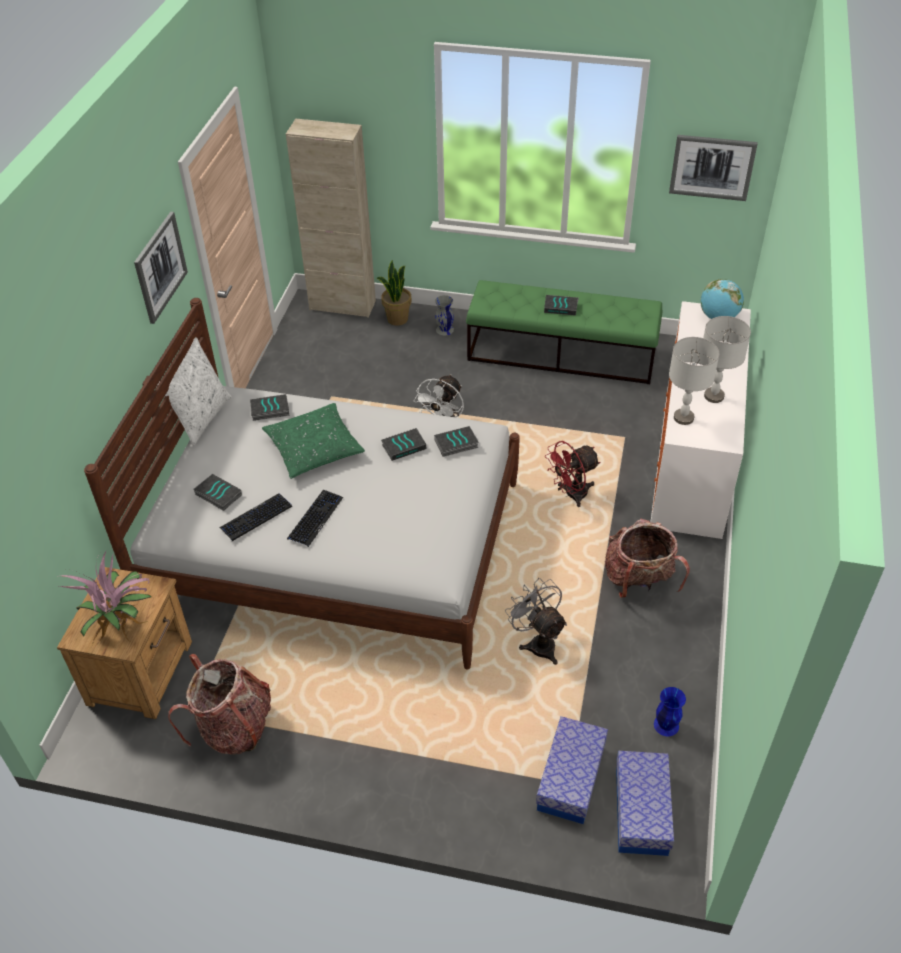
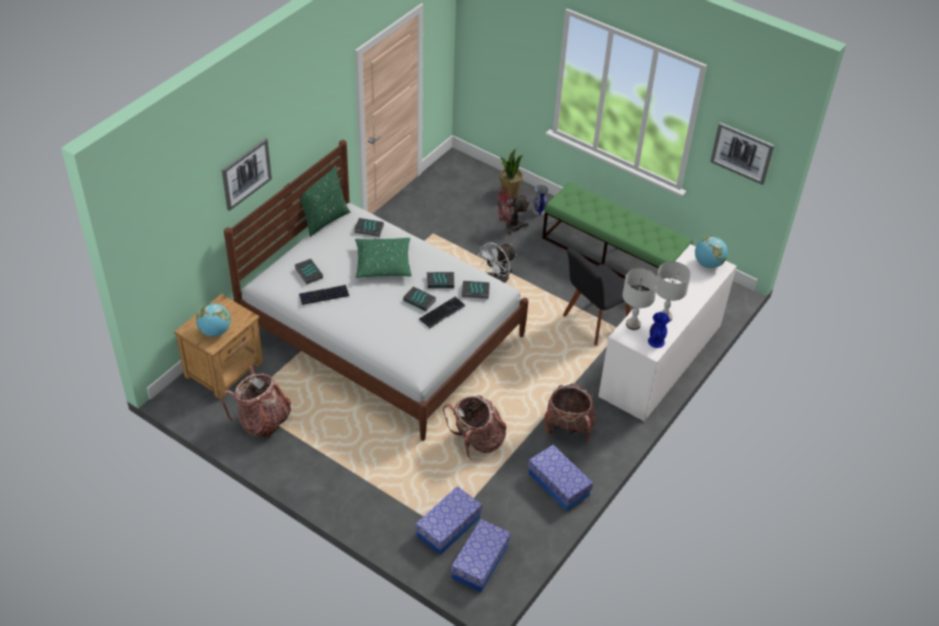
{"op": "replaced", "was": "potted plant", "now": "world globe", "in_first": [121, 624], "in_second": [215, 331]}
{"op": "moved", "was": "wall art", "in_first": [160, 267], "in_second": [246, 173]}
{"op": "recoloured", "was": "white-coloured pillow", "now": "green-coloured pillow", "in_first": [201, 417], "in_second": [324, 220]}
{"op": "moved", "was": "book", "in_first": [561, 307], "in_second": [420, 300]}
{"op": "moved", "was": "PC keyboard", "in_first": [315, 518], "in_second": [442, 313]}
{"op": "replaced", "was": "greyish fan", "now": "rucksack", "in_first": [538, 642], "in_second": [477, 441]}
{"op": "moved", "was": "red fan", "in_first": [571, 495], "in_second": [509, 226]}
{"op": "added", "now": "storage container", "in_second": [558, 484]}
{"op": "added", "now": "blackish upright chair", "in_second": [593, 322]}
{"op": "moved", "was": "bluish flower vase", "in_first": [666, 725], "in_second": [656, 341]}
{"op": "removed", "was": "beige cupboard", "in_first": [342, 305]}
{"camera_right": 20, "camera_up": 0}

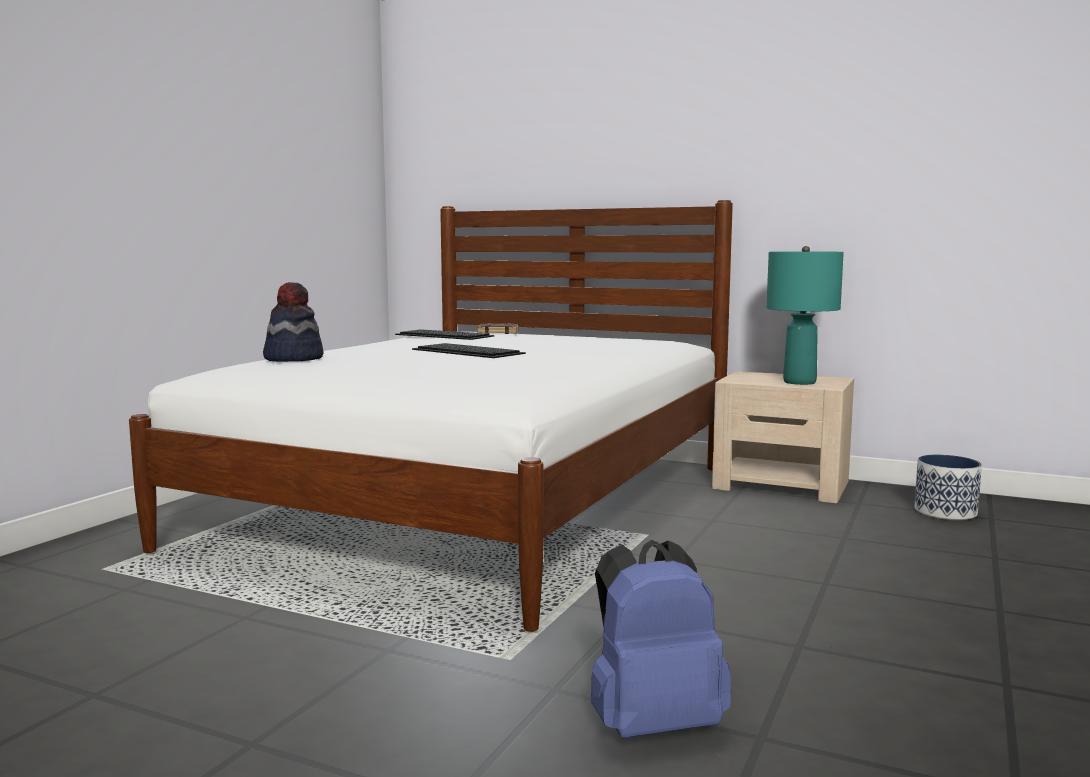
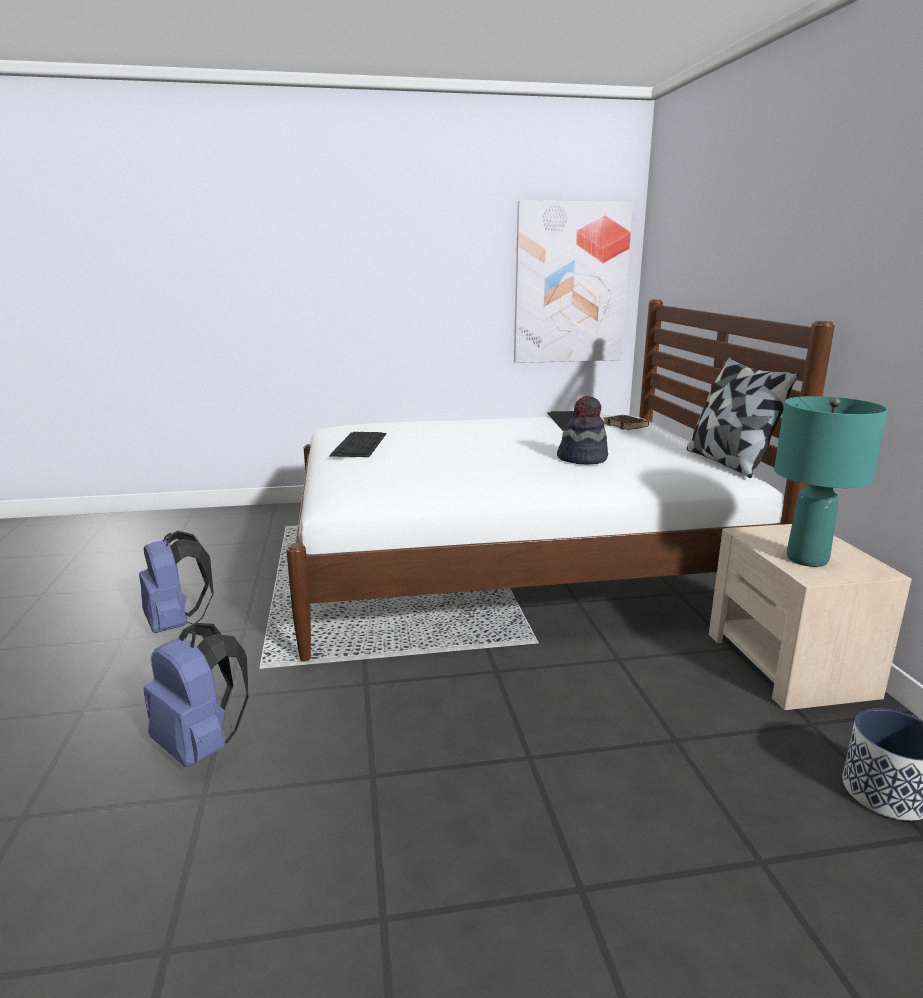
{"op": "added", "now": "bluish rucksack", "in_second": [177, 624]}
{"op": "moved", "was": "PC keyboard", "in_first": [469, 351], "in_second": [359, 444]}
{"op": "added", "now": "wall art", "in_second": [570, 284]}
{"op": "moved", "was": "wearable hat", "in_first": [293, 358], "in_second": [582, 458]}
{"op": "added", "now": "pillow", "in_second": [728, 462]}
{"camera_right": 55, "camera_up": 10}

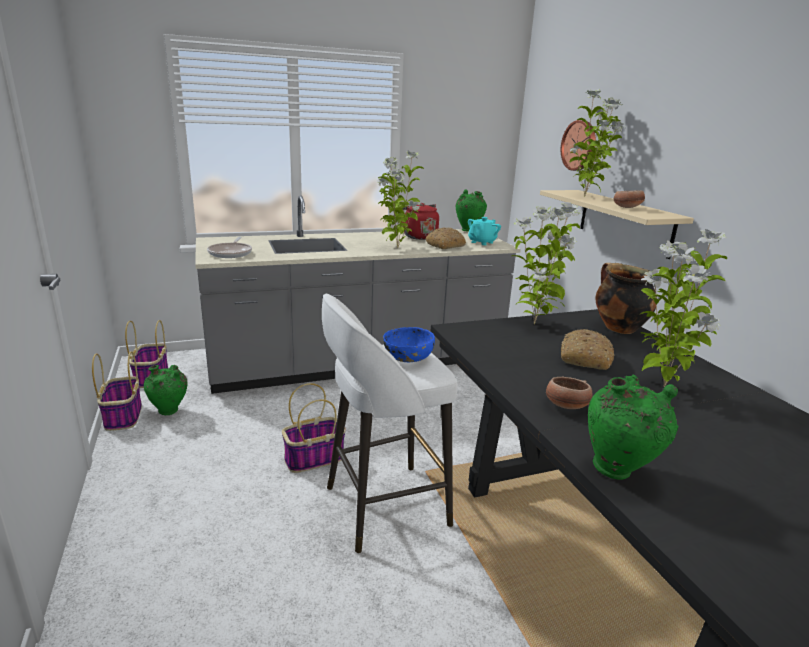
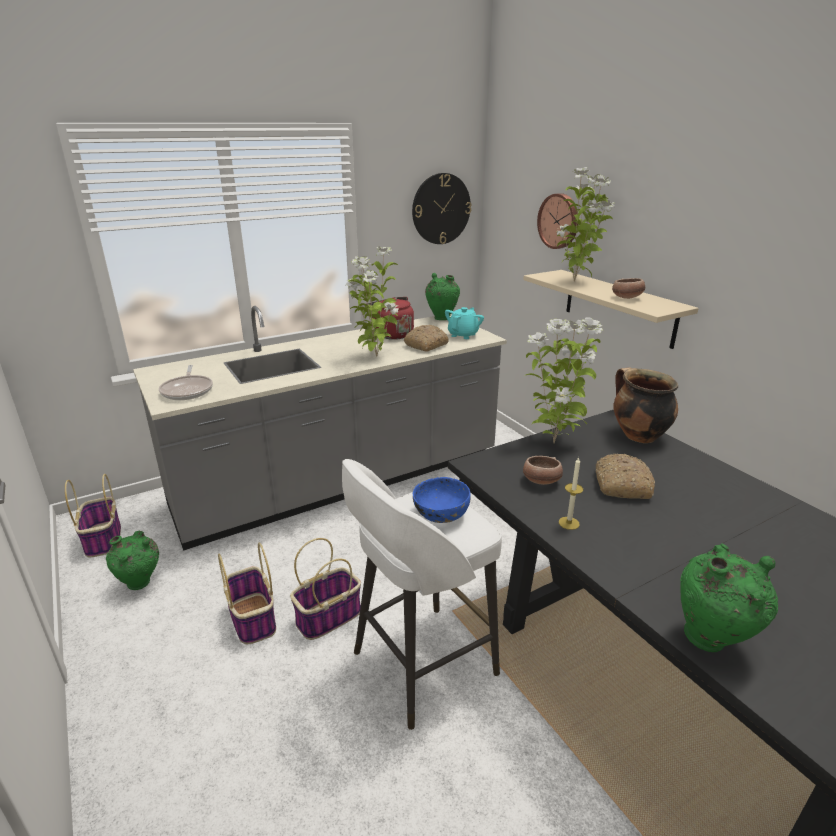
{"op": "moved", "was": "household basket", "in_first": [123, 416], "in_second": [252, 618]}
{"op": "added", "now": "clock on the wall", "in_second": [441, 209]}
{"op": "moved", "was": "serving bowl", "in_first": [566, 406], "in_second": [541, 481]}
{"op": "added", "now": "wax light", "in_second": [569, 523]}
{"op": "removed", "was": "potted plant", "in_first": [661, 385]}
{"camera_right": -10, "camera_up": 5}

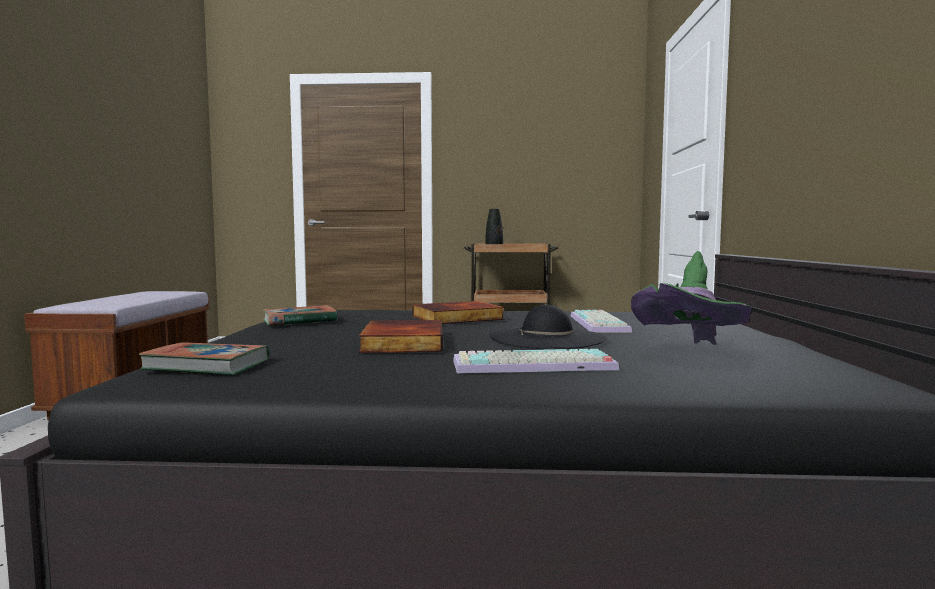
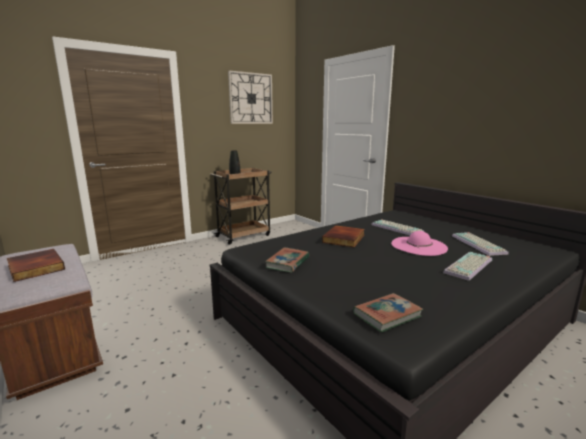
{"op": "moved", "was": "book", "in_first": [401, 342], "in_second": [34, 268]}
{"op": "added", "now": "clock on the wall", "in_second": [251, 98]}
{"op": "recoloured", "was": "blackish wearable hat", "now": "pink wearable hat", "in_first": [547, 338], "in_second": [418, 246]}
{"op": "replaced", "was": "green-coloured wearable hat", "now": "PC keyboard", "in_first": [690, 356], "in_second": [479, 244]}
{"camera_right": -40, "camera_up": 10}

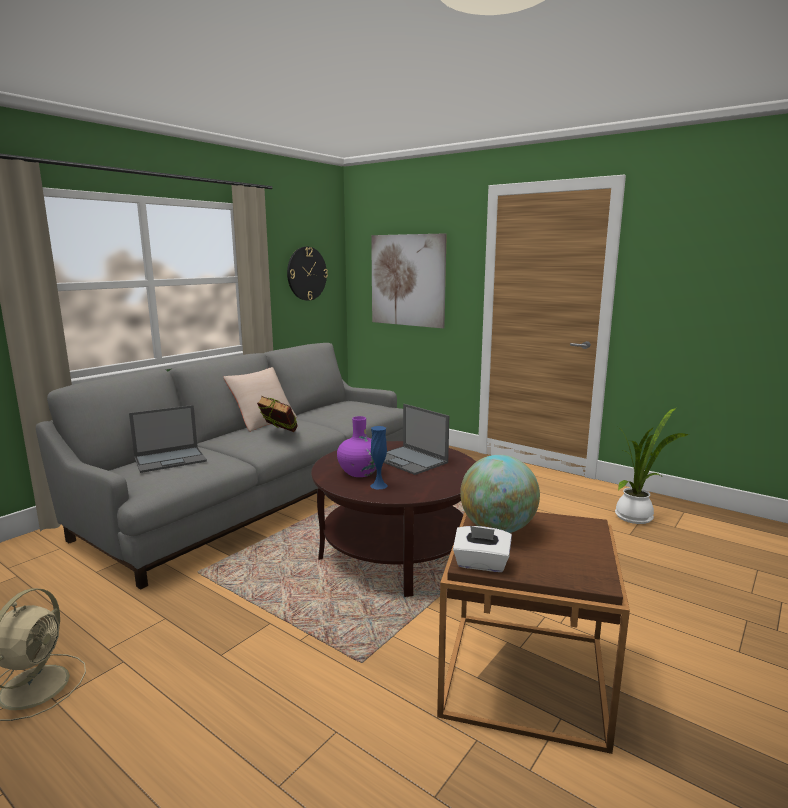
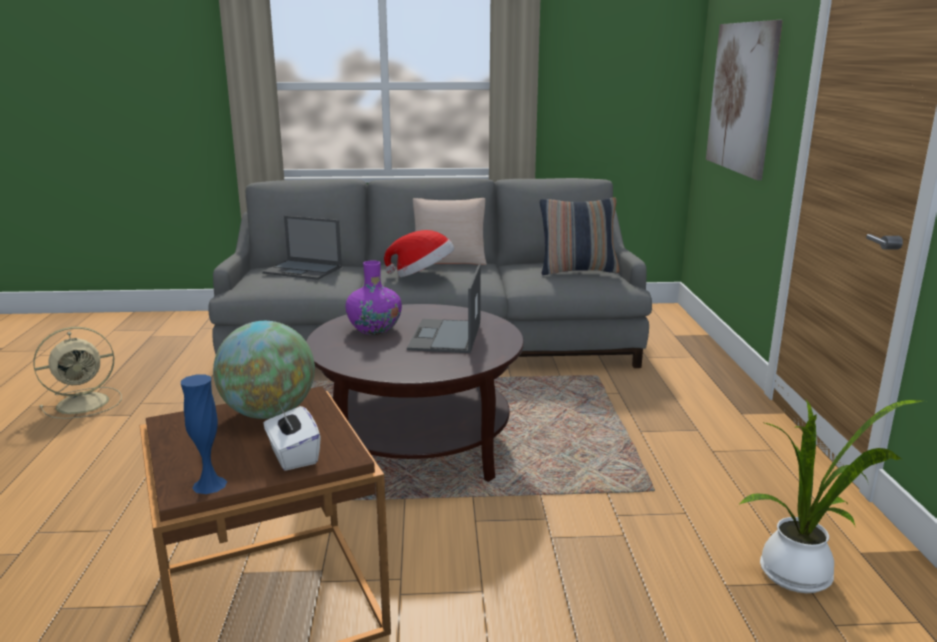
{"op": "moved", "was": "bluish flower vase", "in_first": [379, 486], "in_second": [209, 485]}
{"op": "moved", "was": "white-coloured box of tissues", "in_first": [481, 564], "in_second": [293, 455]}
{"op": "replaced", "was": "book", "now": "wearable hat", "in_first": [279, 435], "in_second": [422, 275]}
{"op": "added", "now": "pillow", "in_second": [578, 271]}
{"op": "removed", "was": "clock on the wall", "in_first": [306, 273]}
{"camera_right": 50, "camera_up": 5}

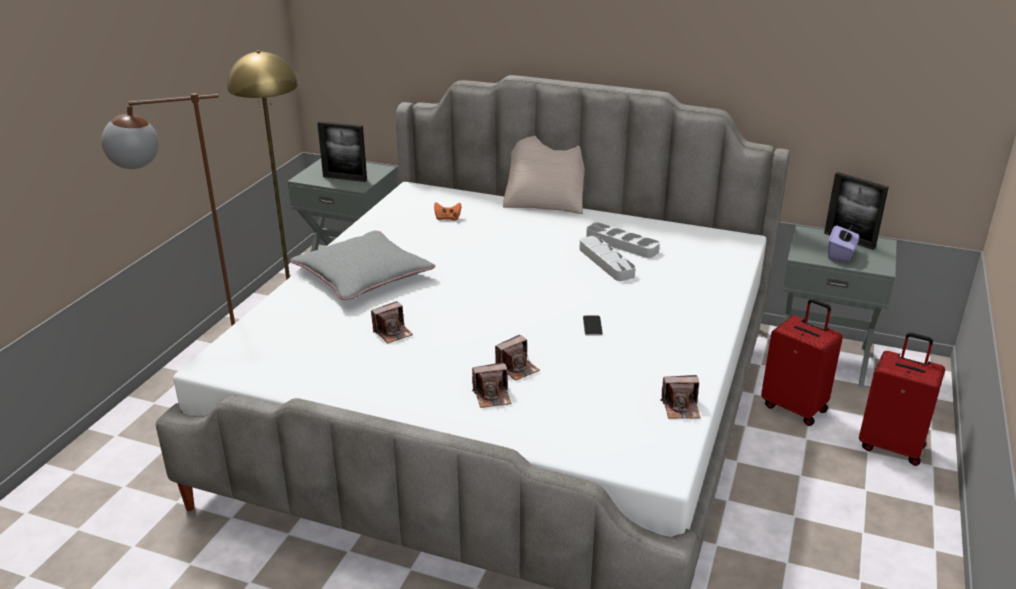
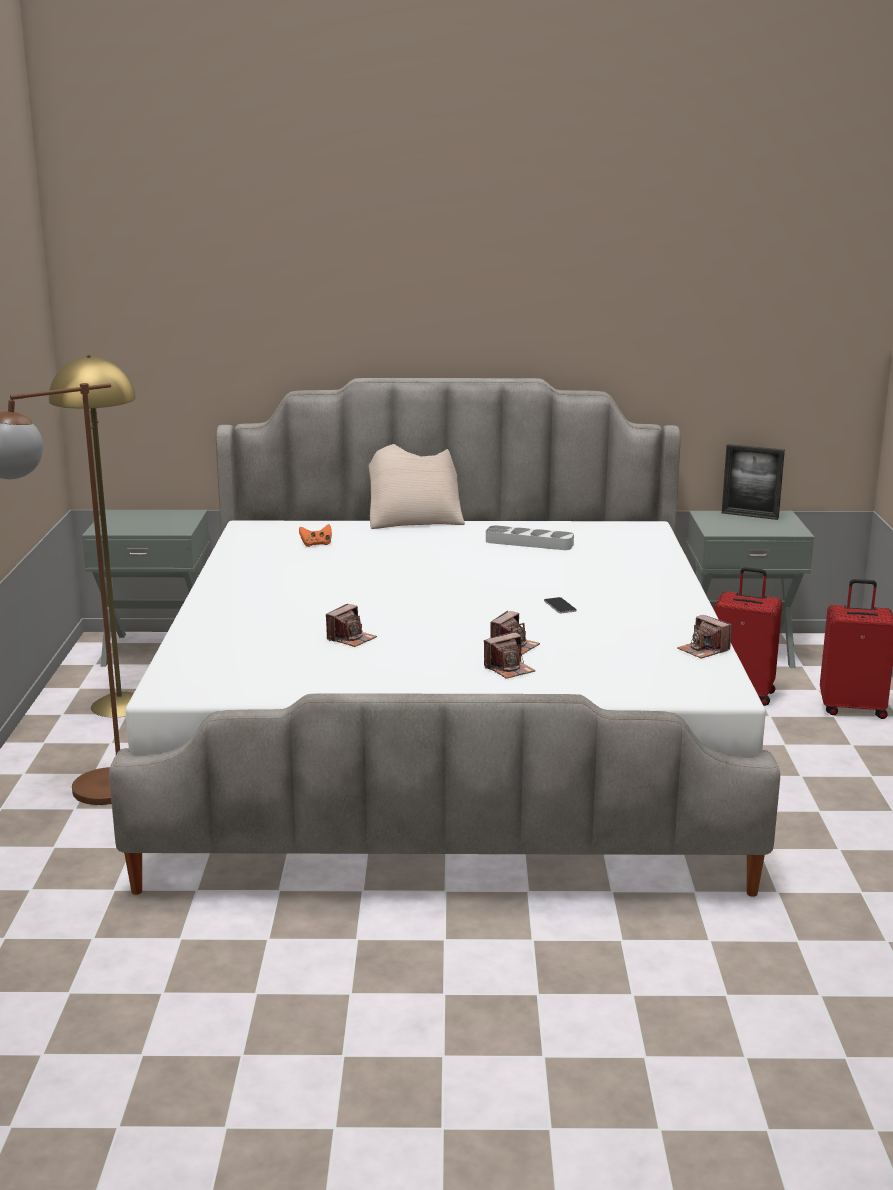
{"op": "turned", "was": "still camera", "in_first": [681, 408], "in_second": [703, 650], "clockwise": 75}
{"op": "removed", "was": "greyish pillow", "in_first": [363, 275]}
{"op": "removed", "was": "standing frame", "in_first": [345, 178]}
{"op": "removed", "was": "greyish carrying tray", "in_first": [606, 262]}
{"op": "removed", "was": "purplish box of tissues", "in_first": [841, 254]}
{"camera_right": -20, "camera_up": -10}

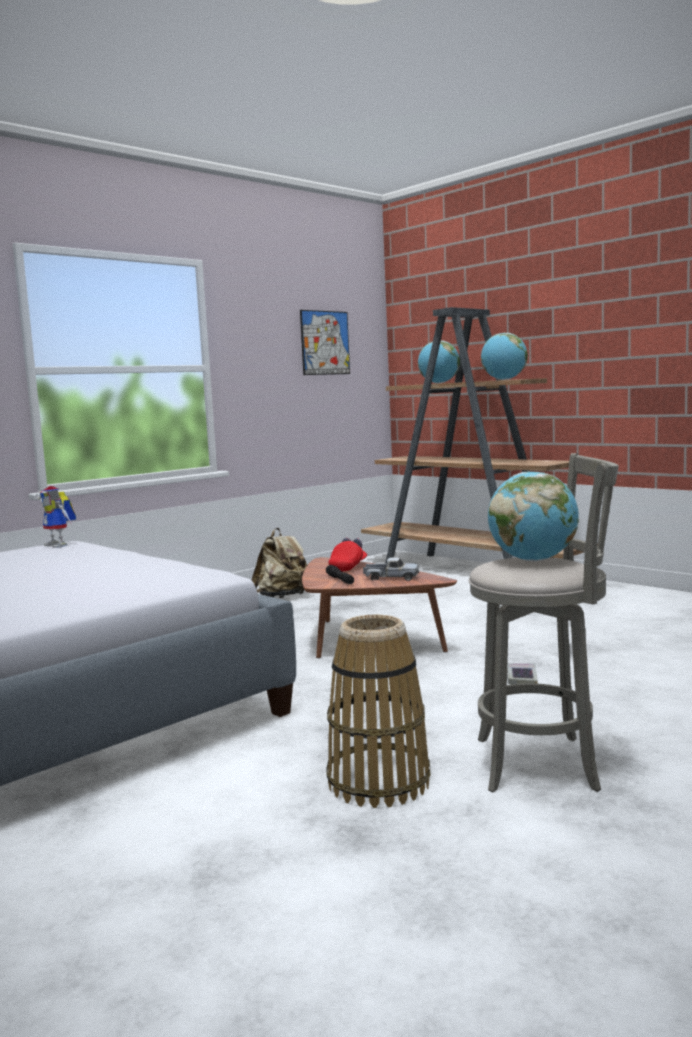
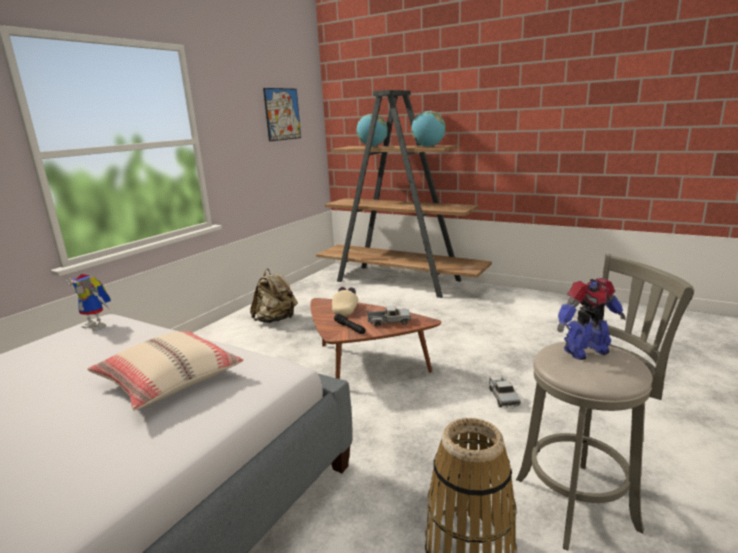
{"op": "added", "now": "beige pillow", "in_second": [168, 380]}
{"op": "recoloured", "was": "red baseball cap", "now": "beige baseball cap", "in_first": [348, 567], "in_second": [346, 310]}
{"op": "replaced", "was": "book", "now": "model truck", "in_first": [521, 678], "in_second": [502, 396]}
{"op": "replaced", "was": "world globe", "now": "robot figure", "in_first": [533, 560], "in_second": [584, 351]}
{"camera_right": -15, "camera_up": 10}

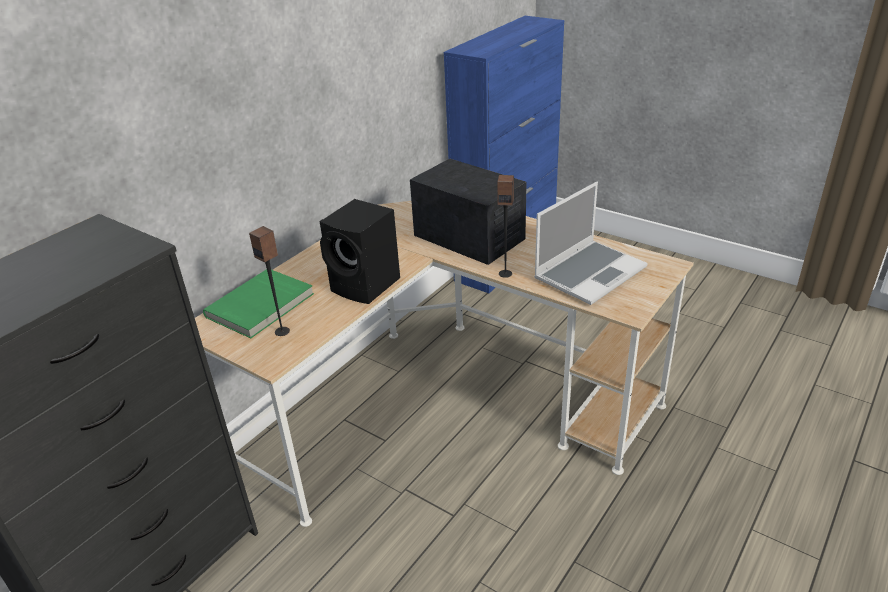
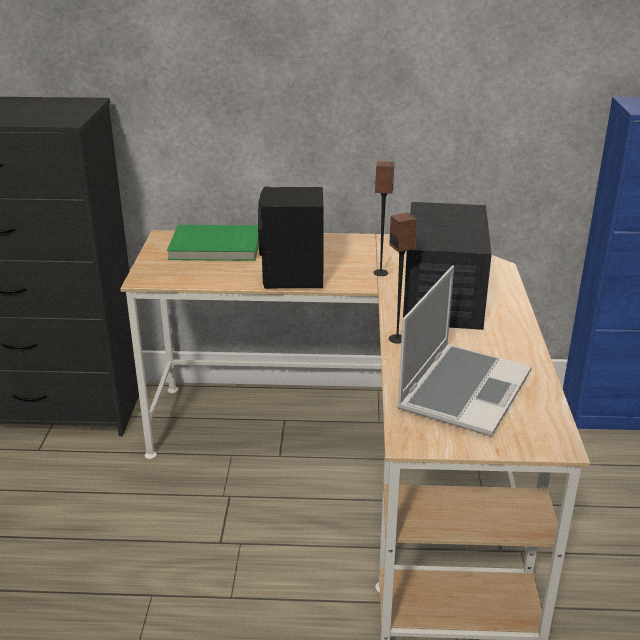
{"op": "moved", "was": "audio speaker", "in_first": [282, 331], "in_second": [381, 273]}
{"op": "turned", "was": "portable computer", "in_first": [589, 273], "in_second": [463, 390], "clockwise": -75}
{"camera_right": 55, "camera_up": -5}

